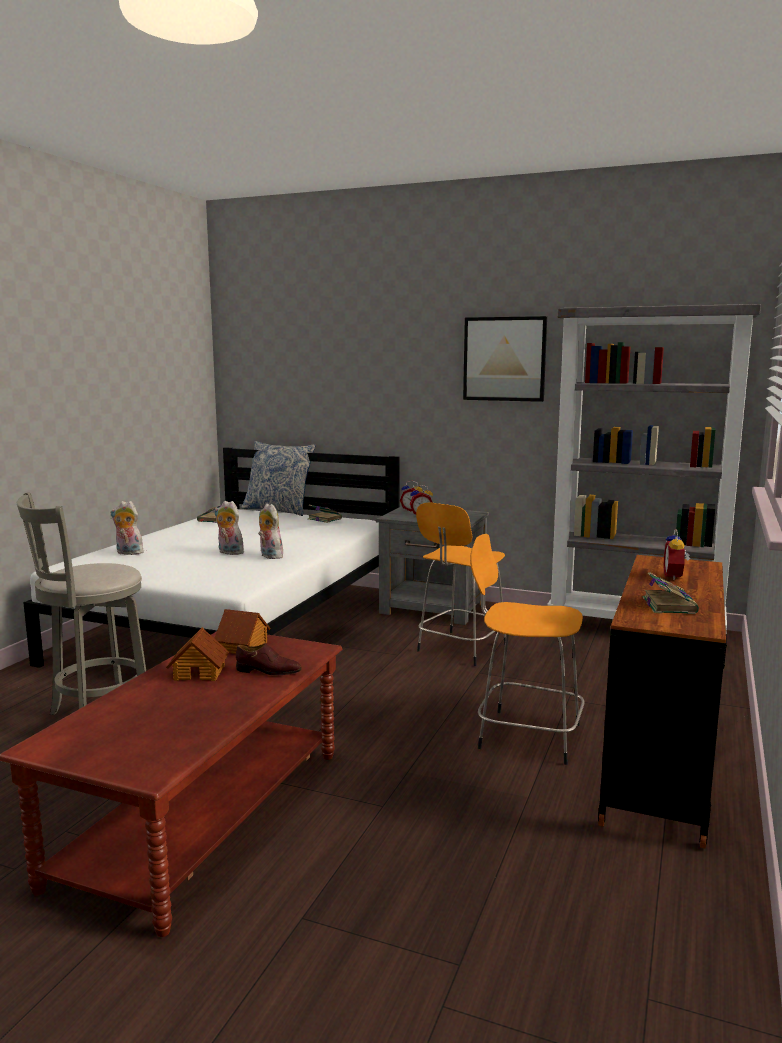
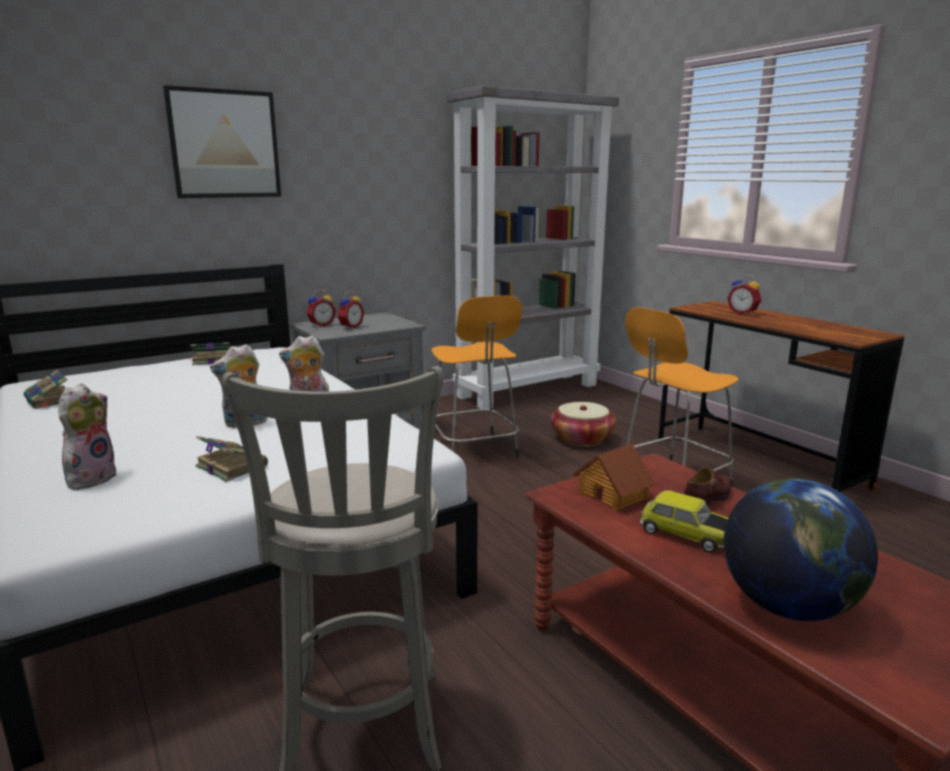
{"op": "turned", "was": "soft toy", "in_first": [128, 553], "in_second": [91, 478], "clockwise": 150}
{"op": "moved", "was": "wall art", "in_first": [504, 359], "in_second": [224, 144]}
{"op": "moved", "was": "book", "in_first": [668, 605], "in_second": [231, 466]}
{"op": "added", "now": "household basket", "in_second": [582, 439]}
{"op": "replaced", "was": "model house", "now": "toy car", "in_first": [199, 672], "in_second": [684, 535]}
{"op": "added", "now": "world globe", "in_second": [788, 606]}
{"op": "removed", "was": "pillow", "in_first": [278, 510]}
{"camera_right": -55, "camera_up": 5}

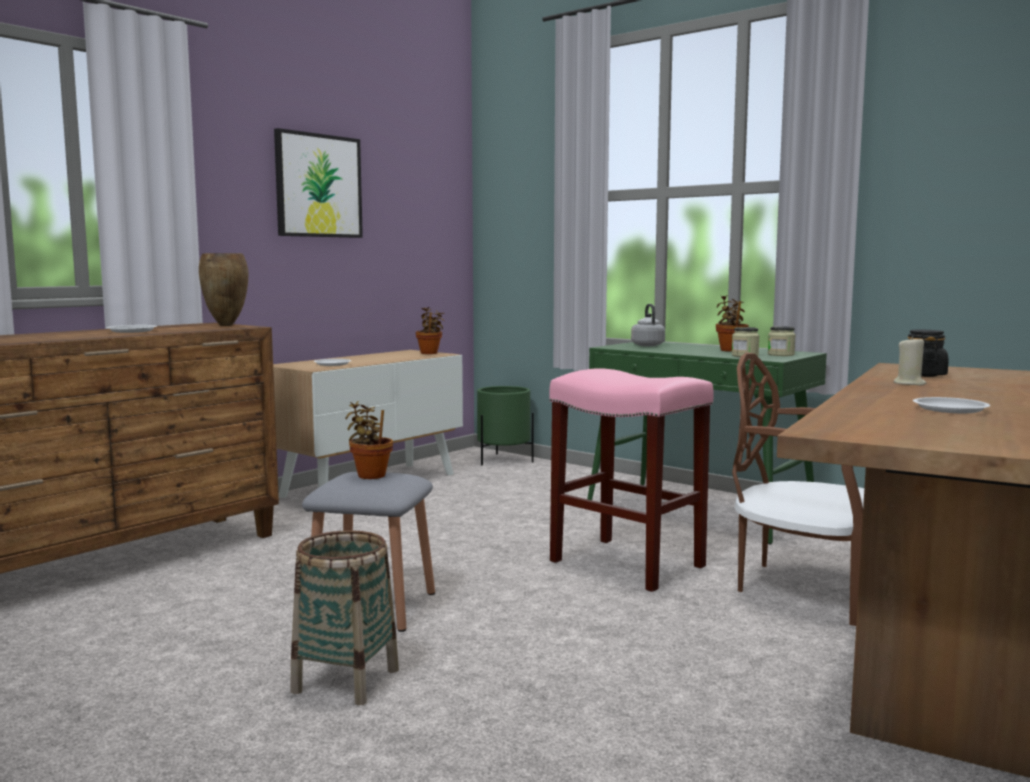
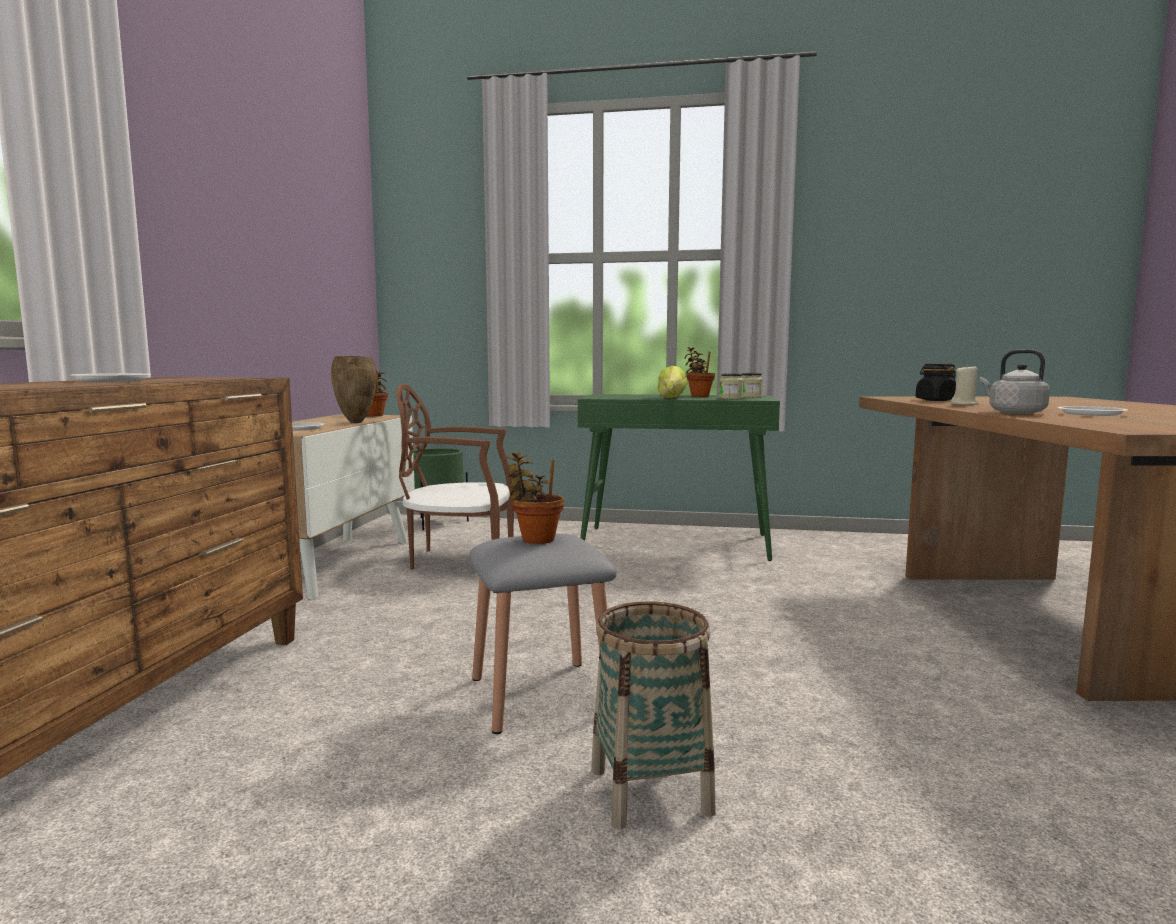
{"op": "moved", "was": "brown flower vase", "in_first": [226, 325], "in_second": [357, 422]}
{"op": "moved", "was": "brown upright chair", "in_first": [805, 588], "in_second": [460, 559]}
{"op": "added", "now": "lettuce", "in_second": [672, 398]}
{"op": "moved", "was": "greyish kettle", "in_first": [647, 345], "in_second": [1013, 412]}
{"op": "removed", "was": "wall art", "in_first": [318, 186]}
{"op": "removed", "was": "pink stool seat", "in_first": [629, 564]}
{"camera_right": -30, "camera_up": 0}

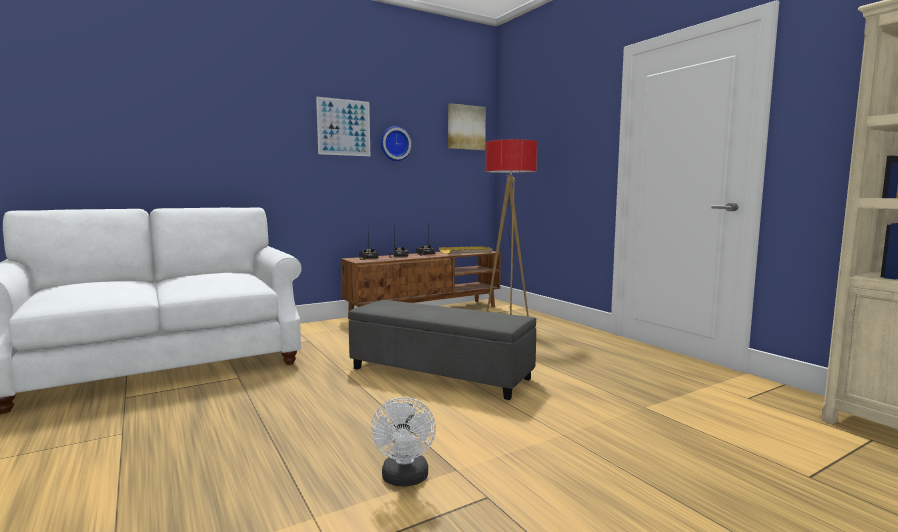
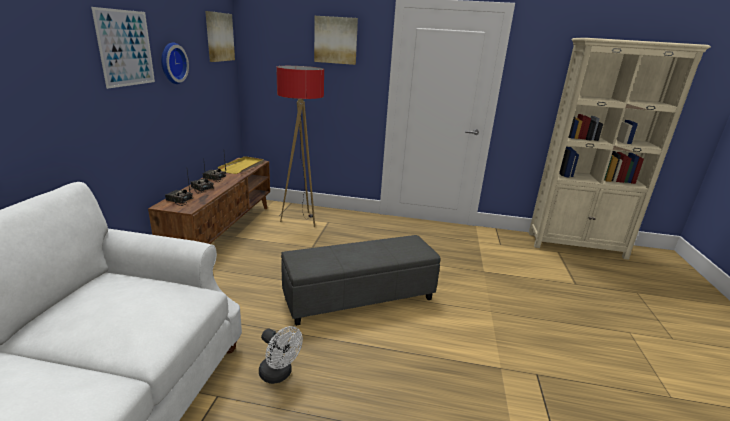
{"op": "moved", "was": "white-coloured fan", "in_first": [405, 479], "in_second": [279, 374]}
{"op": "added", "now": "wall art", "in_second": [336, 40]}
{"camera_right": -50, "camera_up": 15}

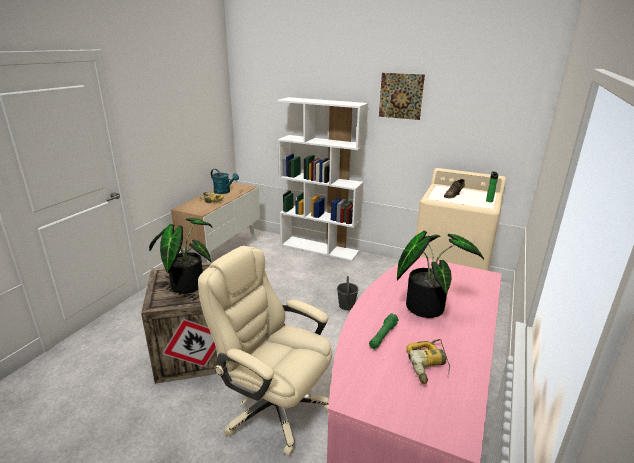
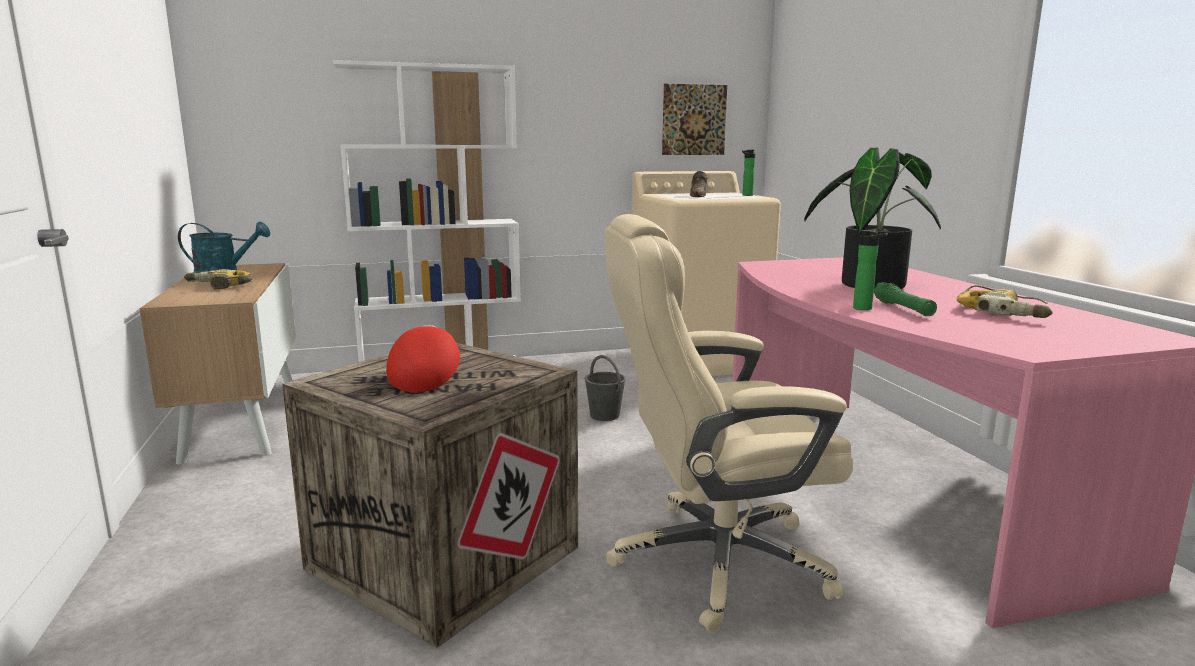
{"op": "replaced", "was": "potted plant", "now": "red baseball cap", "in_first": [186, 283], "in_second": [425, 378]}
{"op": "moved", "was": "wall art", "in_first": [401, 96], "in_second": [694, 120]}
{"op": "added", "now": "bottle", "in_second": [865, 309]}
{"camera_right": -40, "camera_up": -10}

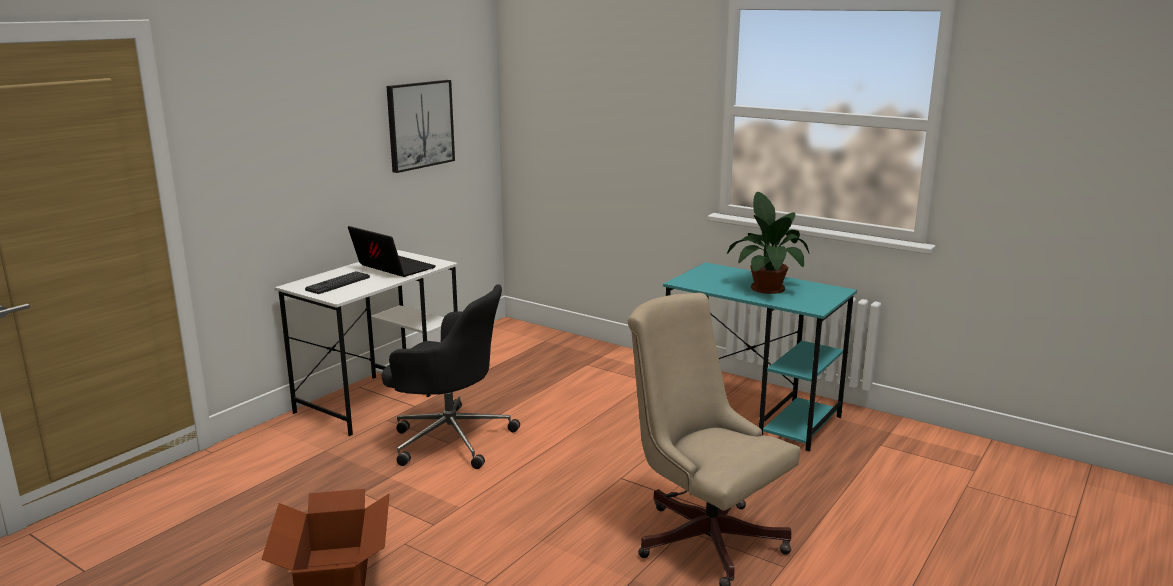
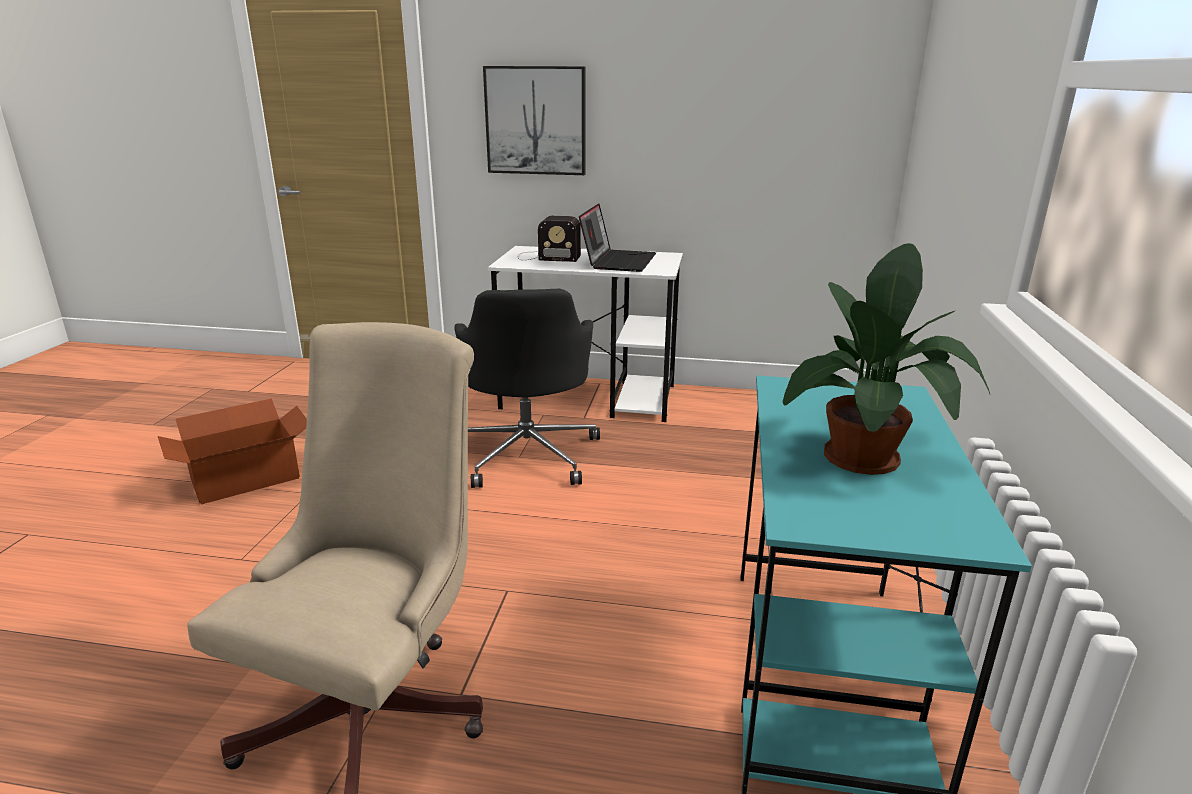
{"op": "moved", "was": "wall art", "in_first": [420, 125], "in_second": [536, 121]}
{"op": "replaced", "was": "PC keyboard", "now": "radio set", "in_first": [338, 283], "in_second": [546, 257]}
{"camera_right": 65, "camera_up": 5}

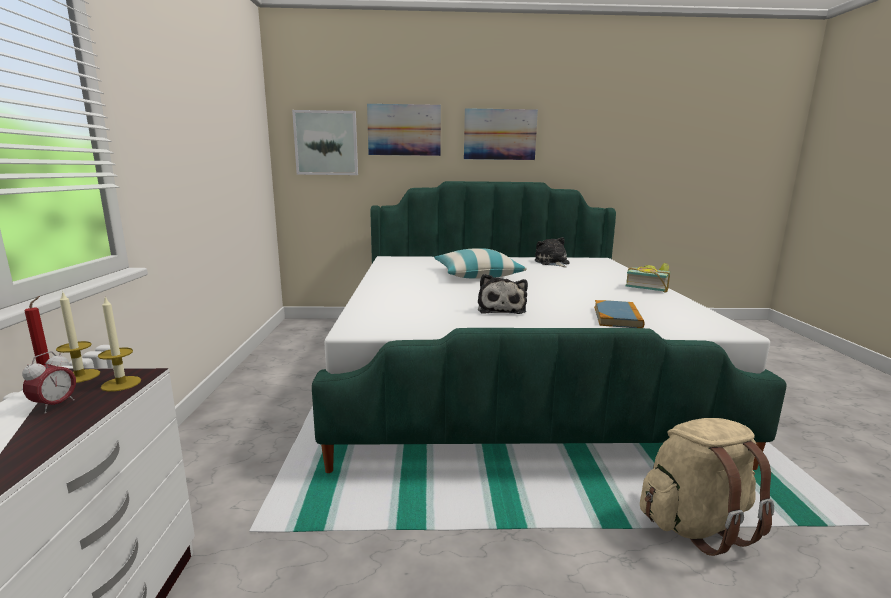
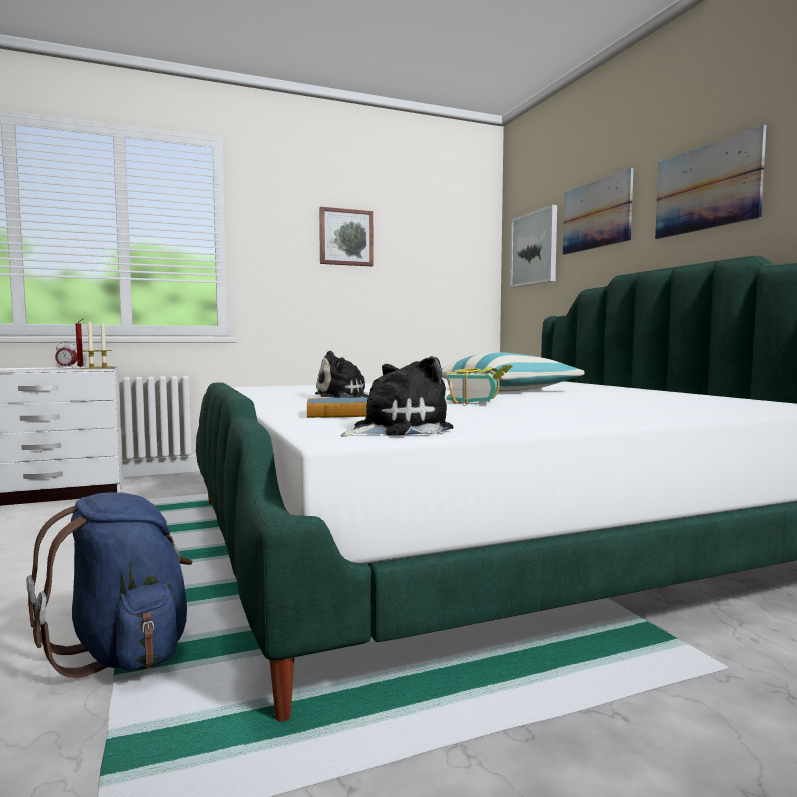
{"op": "recoloured", "was": "beige rucksack", "now": "bluish rucksack", "in_first": [696, 524], "in_second": [124, 652]}
{"op": "added", "now": "wall art", "in_second": [346, 237]}
{"op": "moved", "was": "soft toy", "in_first": [552, 263], "in_second": [396, 429]}
{"op": "moved", "was": "book", "in_first": [647, 287], "in_second": [479, 402]}
{"camera_right": 70, "camera_up": -10}

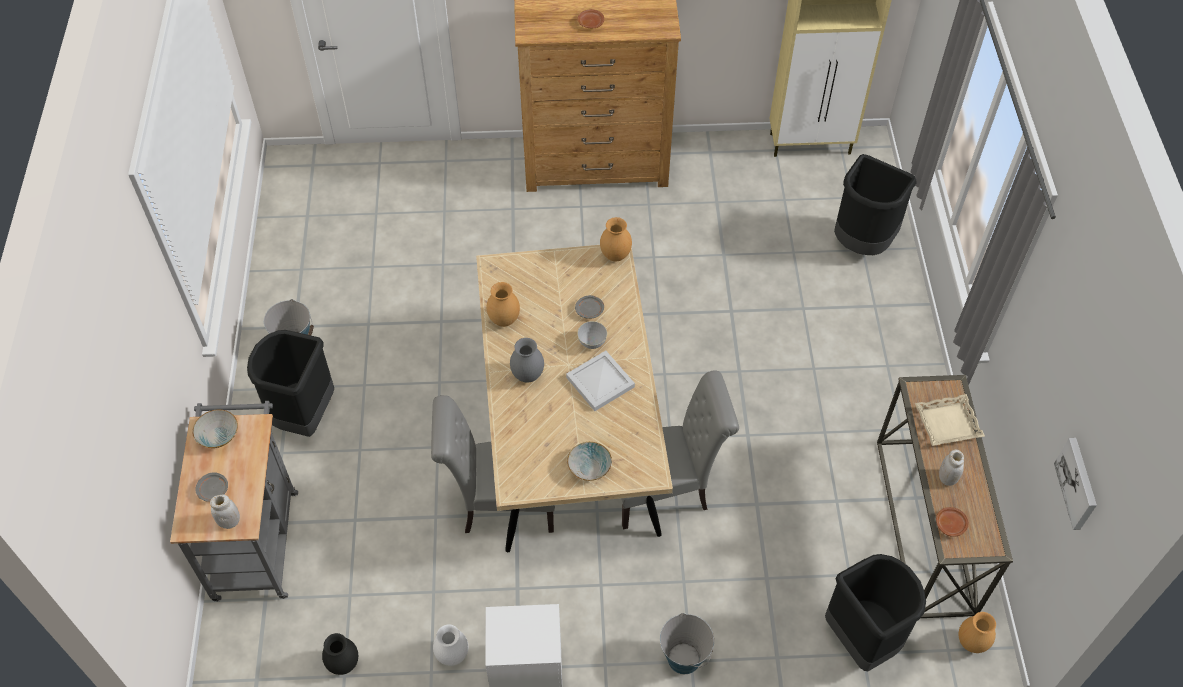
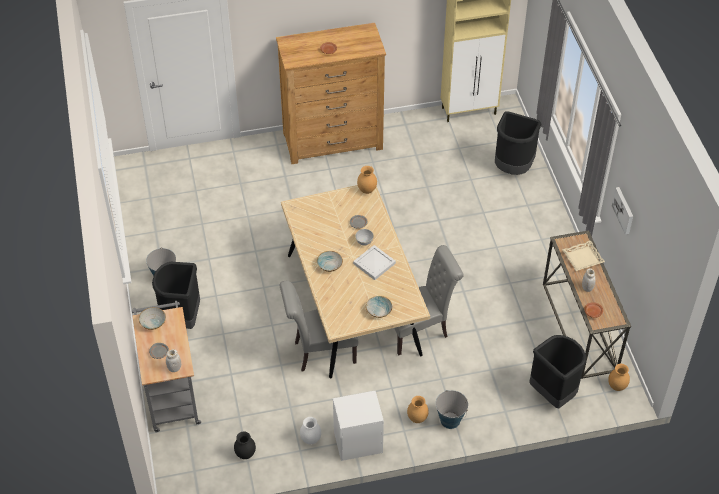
{"op": "replaced", "was": "greyish flower vase", "now": "serving bowl", "in_first": [528, 375], "in_second": [329, 265]}
{"op": "moved", "was": "brown flower vase", "in_first": [504, 320], "in_second": [417, 419]}
{"op": "moved", "was": "wall art", "in_first": [1078, 483], "in_second": [624, 210]}
{"camera_right": -10, "camera_up": -5}

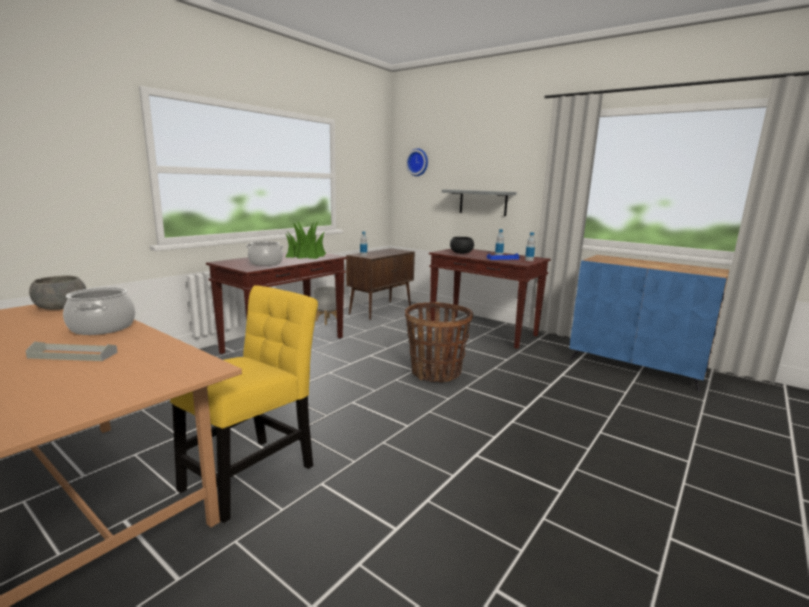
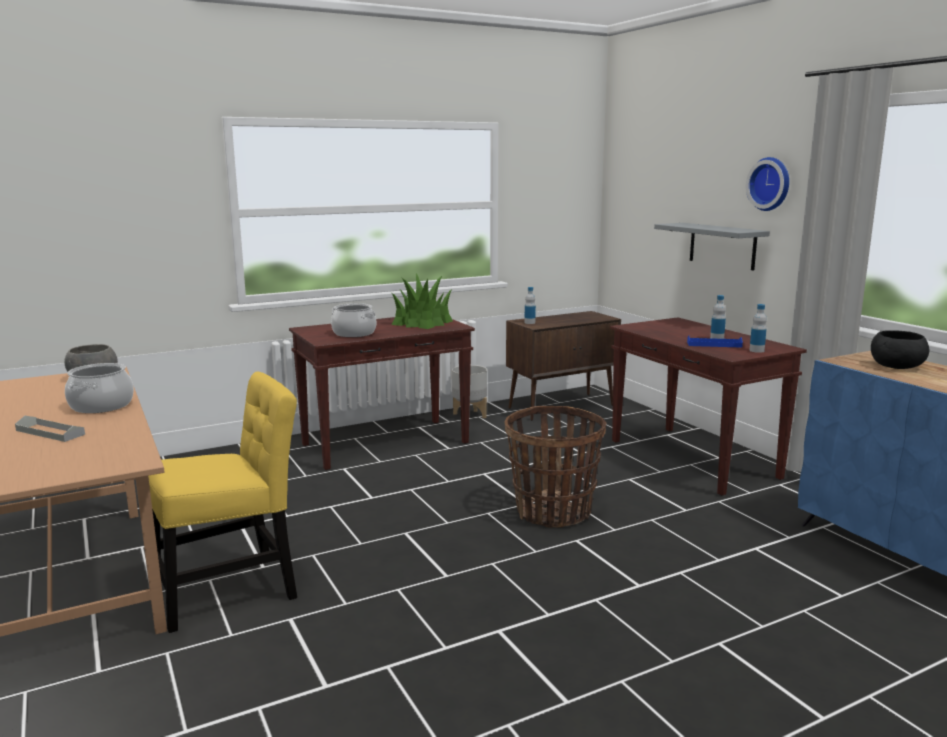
{"op": "moved", "was": "clock on the wall", "in_first": [418, 162], "in_second": [771, 184]}
{"op": "moved", "was": "blackish serving bowl", "in_first": [461, 253], "in_second": [896, 366]}
{"camera_right": 25, "camera_up": 0}

